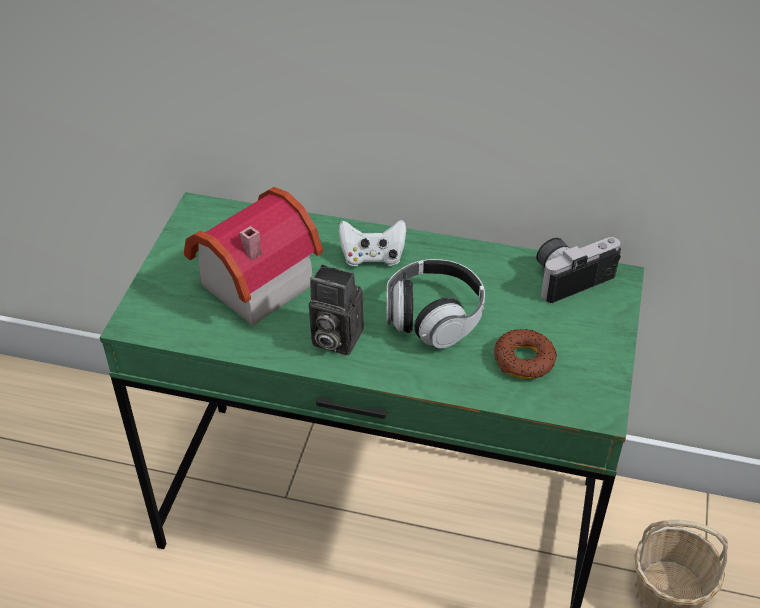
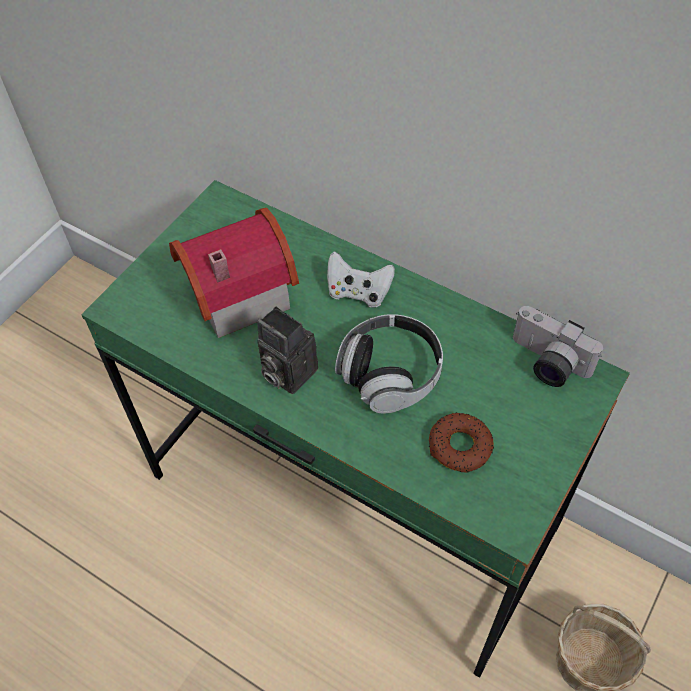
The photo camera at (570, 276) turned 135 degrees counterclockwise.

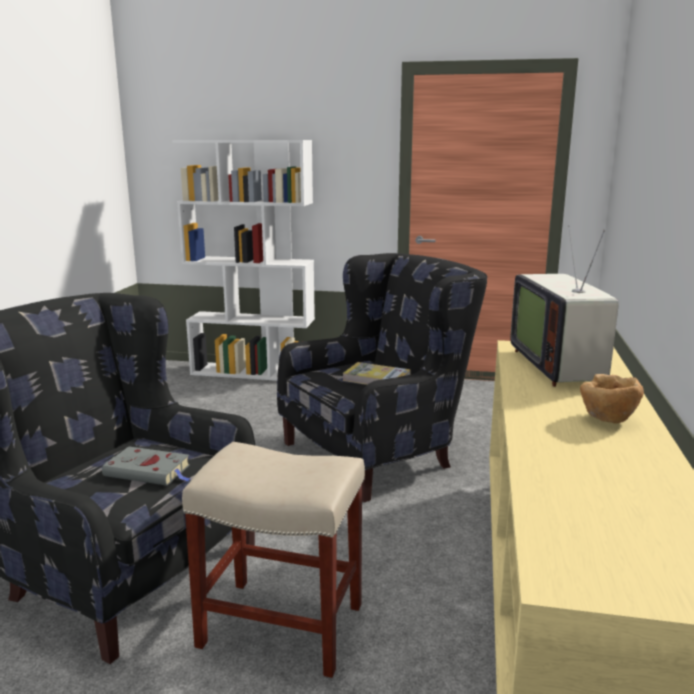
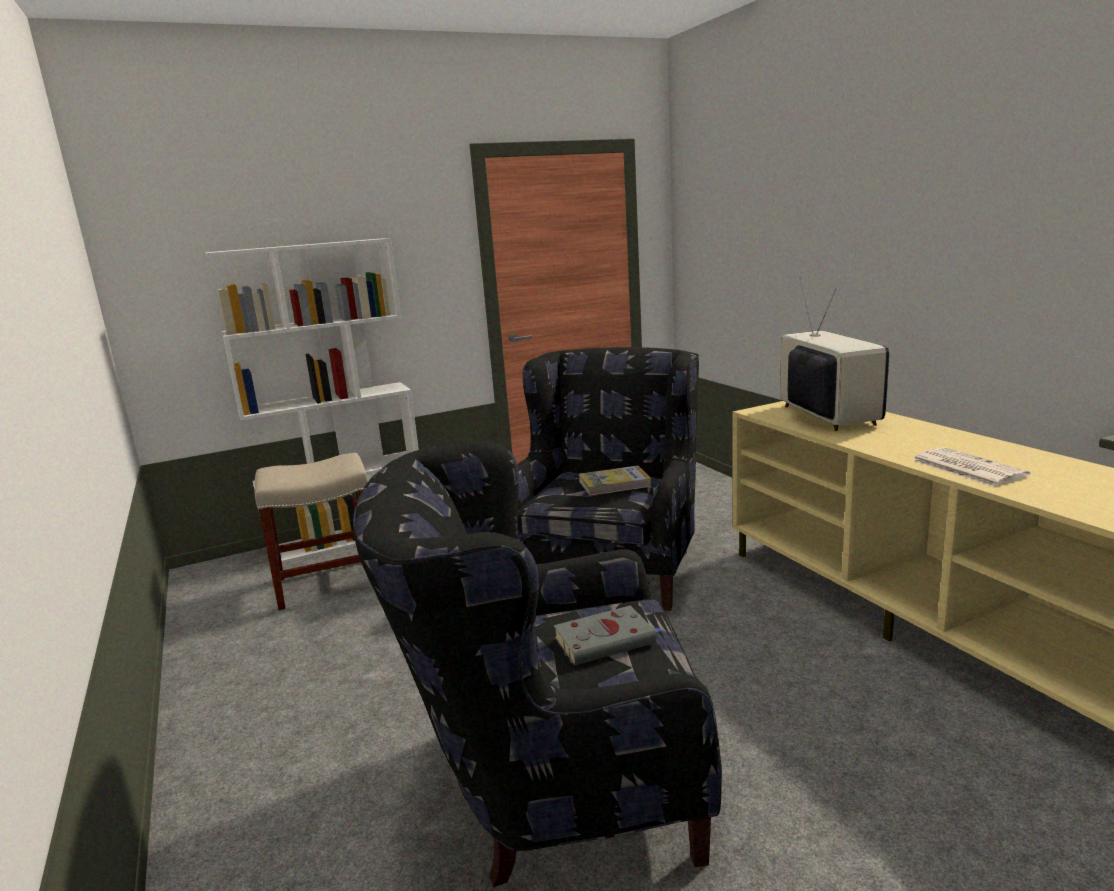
The beige stool moved from (284, 625) to (330, 582).
The television at (560, 366) turned 150 degrees counterclockwise.
The newspaper at (966, 468) appeared.
The brown bowl at (607, 420) disappeared.

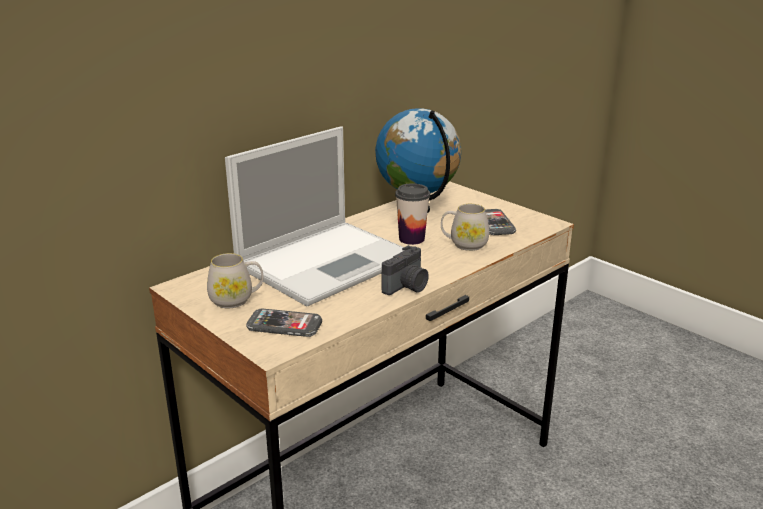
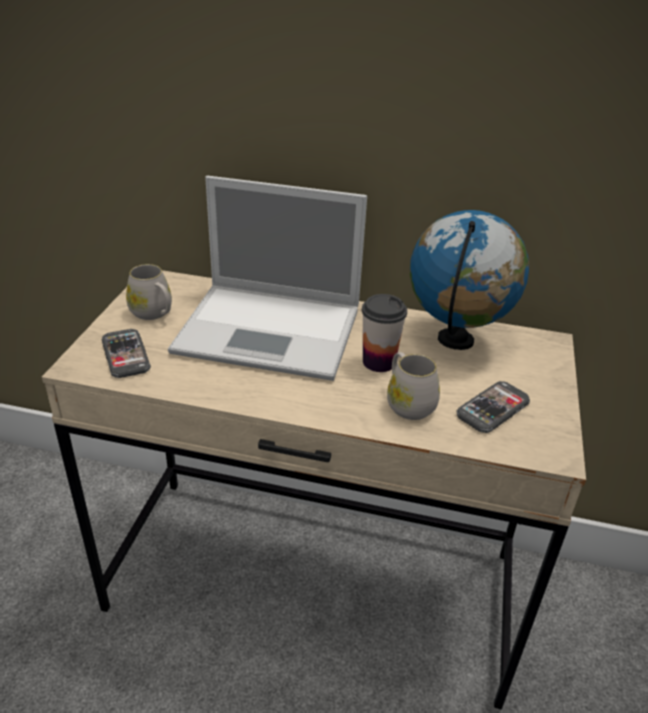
The photo camera at (407, 287) disappeared.

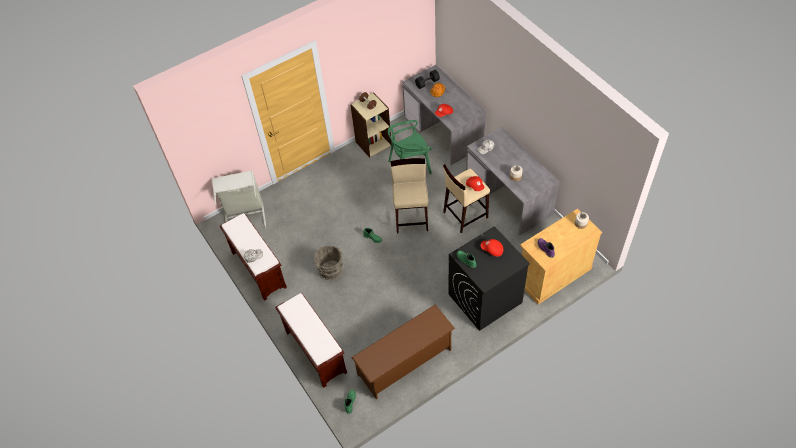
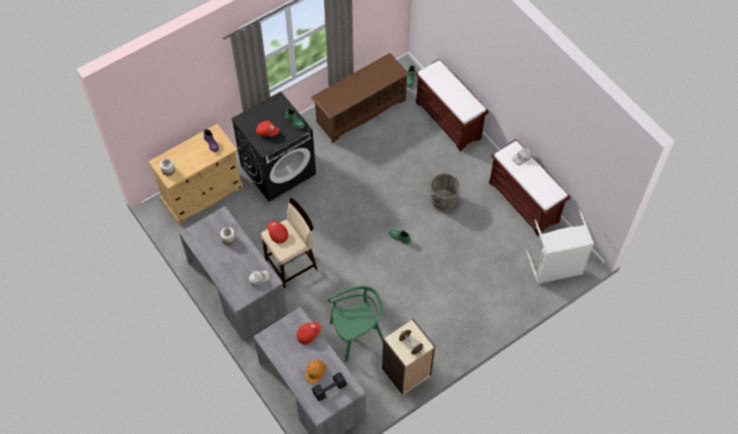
The beige stool at (411, 218) disappeared.

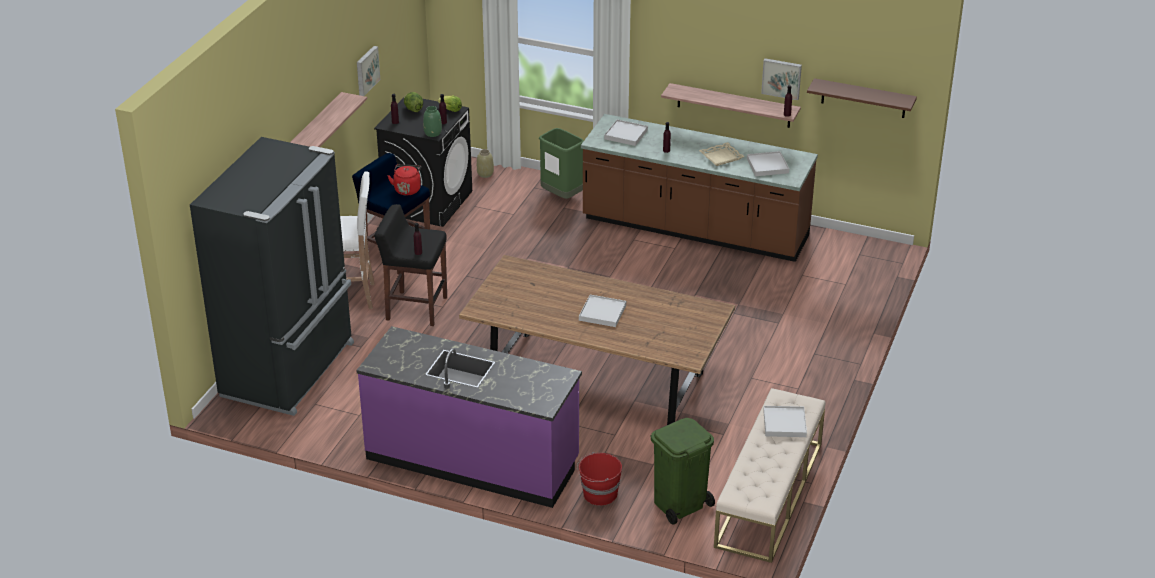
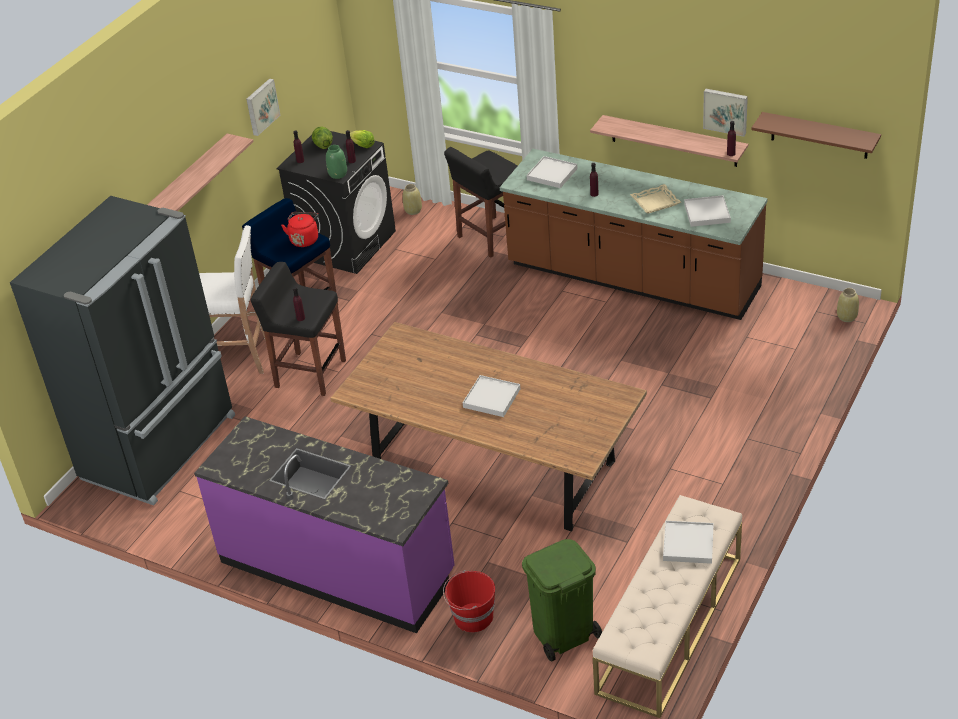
The green trash can at (561, 196) was replaced by the black stool at (491, 237).
The beige vase at (846, 317) appeared.

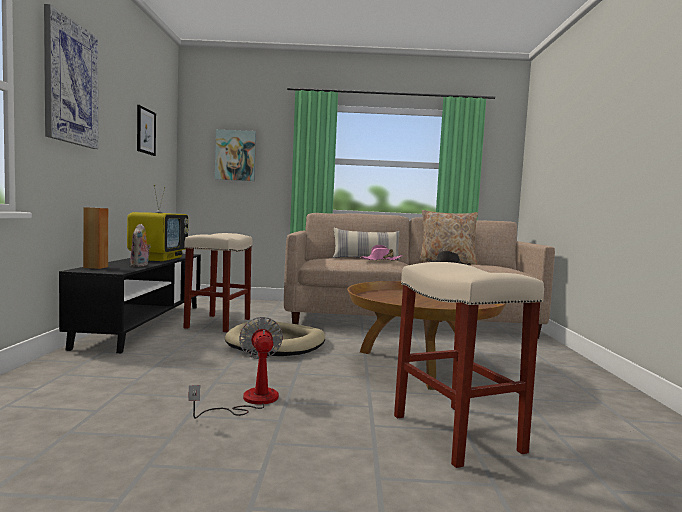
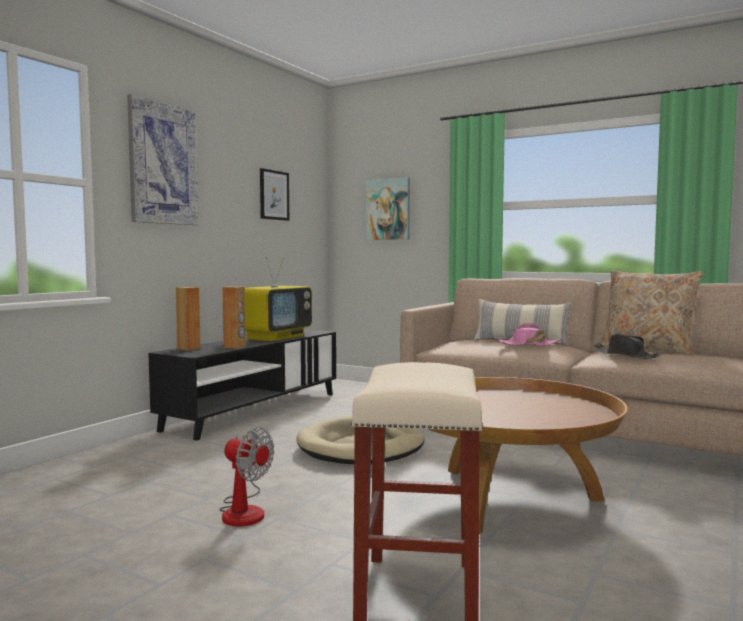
The fan at (250, 401) turned 105 degrees clockwise.
The plush toy at (140, 265) was replaced by the brown speaker at (235, 347).
The beige stool at (218, 323) disappeared.

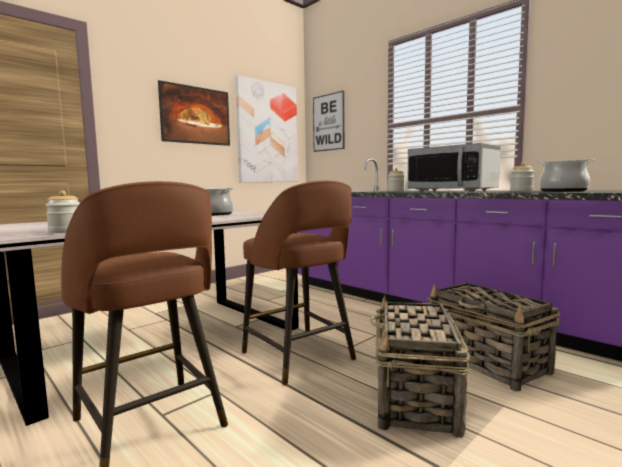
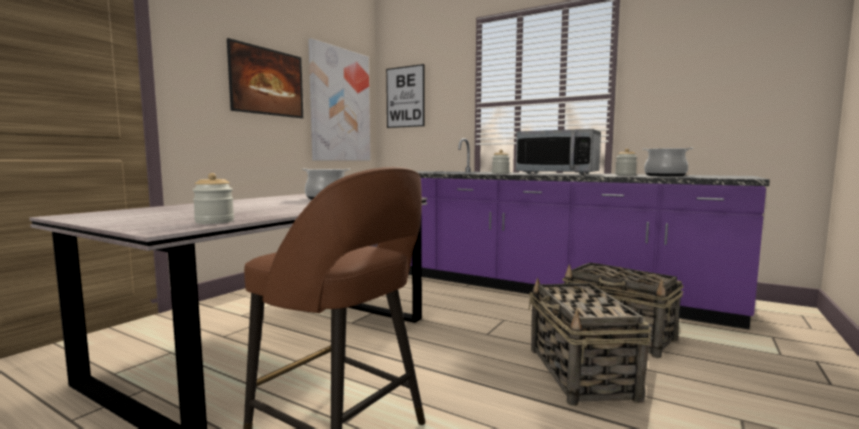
The brown stool at (299, 357) disappeared.

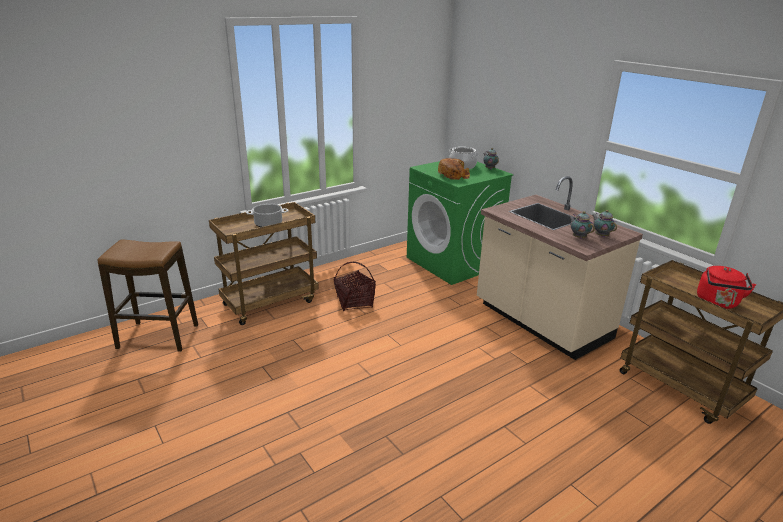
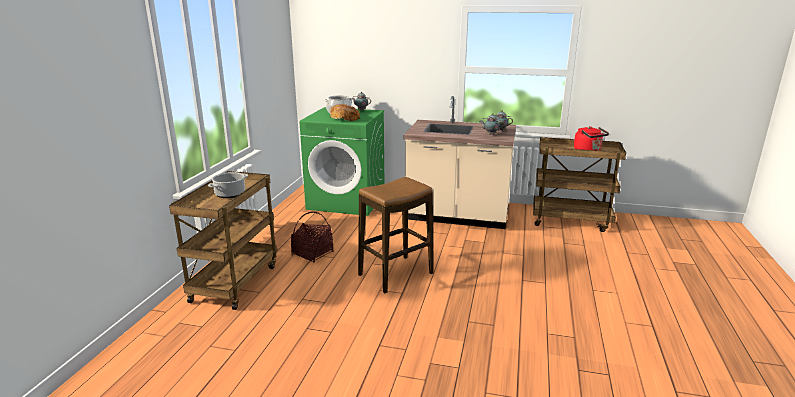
The stool moved from (158, 337) to (396, 274).

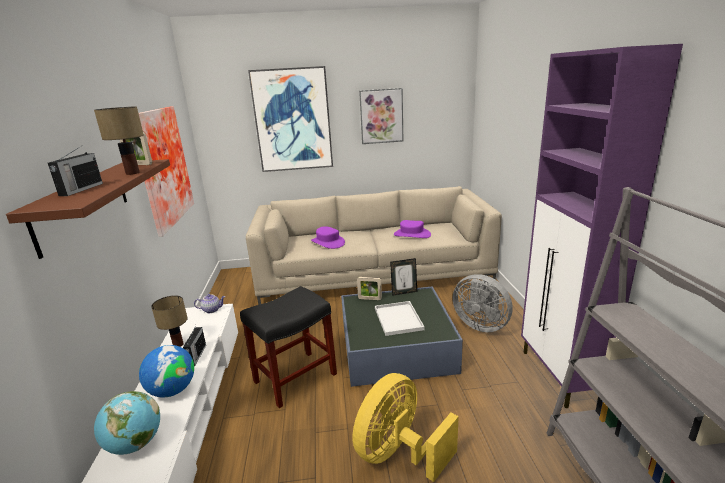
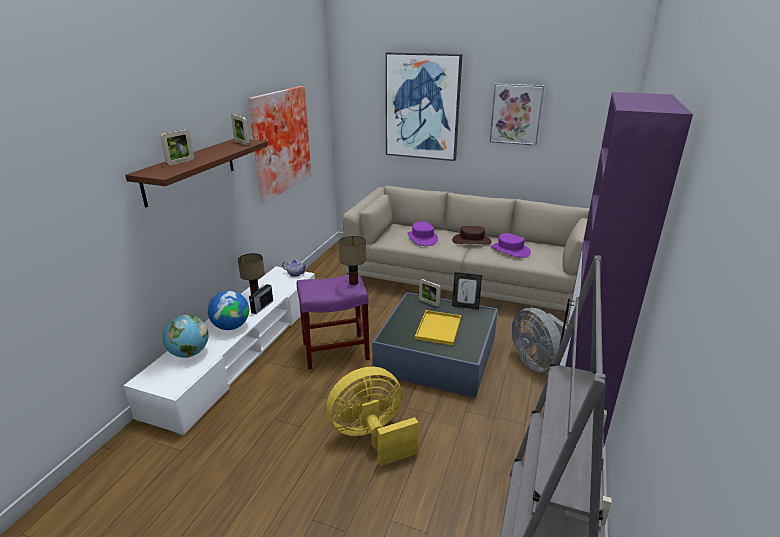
The radio at (80, 189) was replaced by the picture frame at (180, 162).
The black stool at (294, 378) became the purple stool at (334, 351).
The table lamp moved from (132, 173) to (353, 283).
The white tray at (397, 318) became the yellow tray at (438, 327).
The brown hat at (471, 241) appeared.

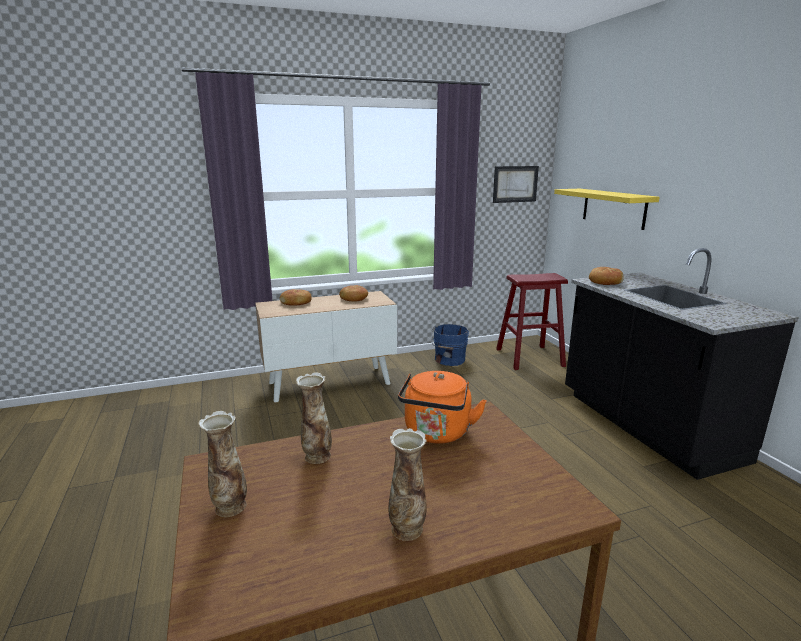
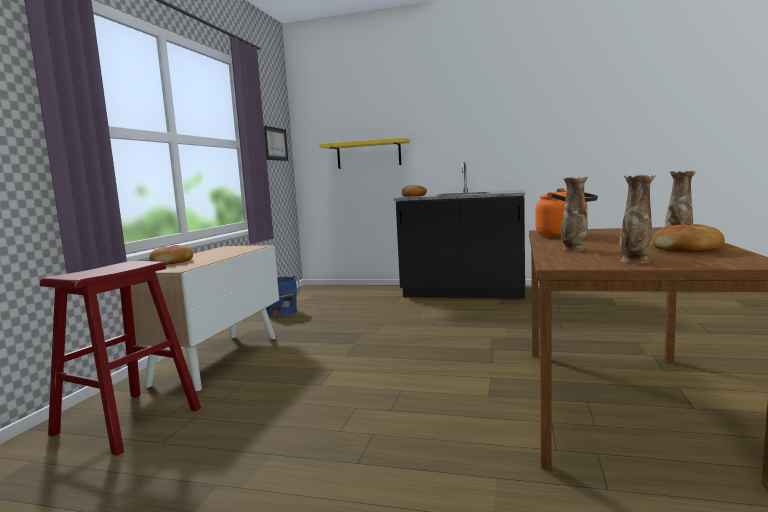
The red stool moved from (529, 357) to (128, 421).
The bread moved from (353, 298) to (688, 250).

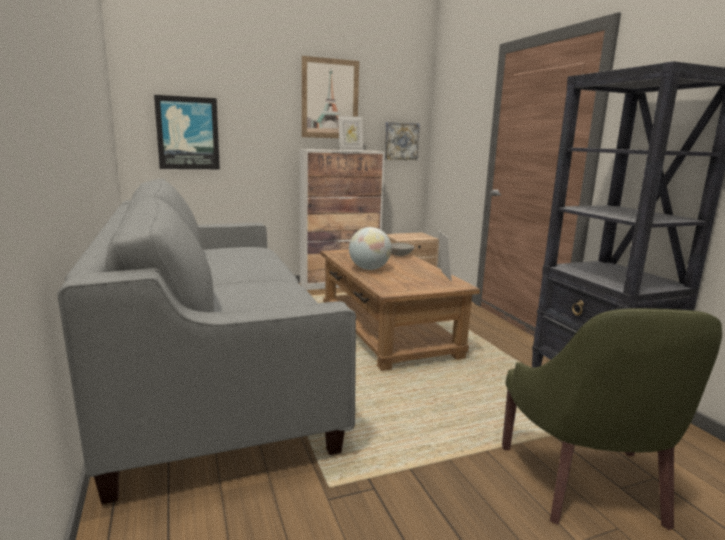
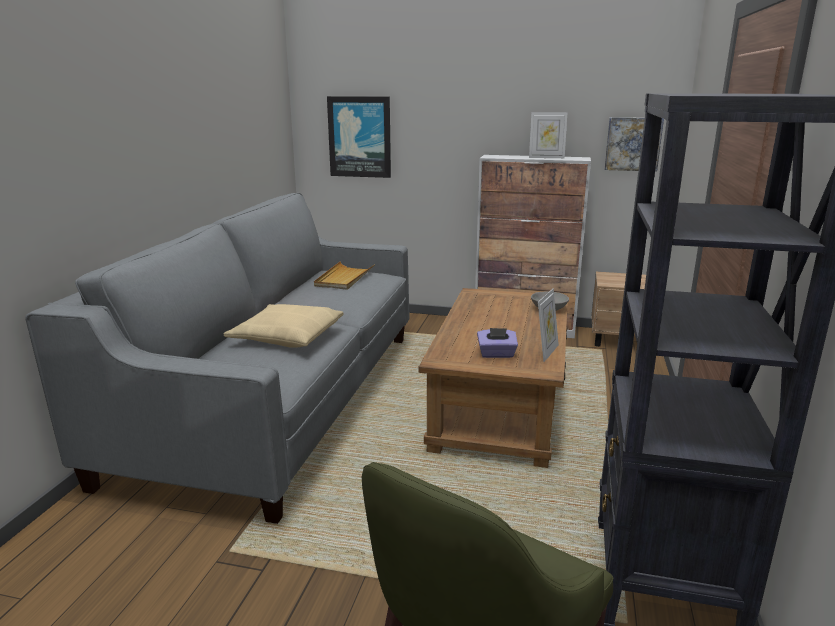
The beige pillow at (287, 336) appeared.
The beige tray at (344, 278) appeared.
The purple tissue box at (496, 354) appeared.
The picture at (330, 99) disappeared.
The globe at (369, 269) disappeared.

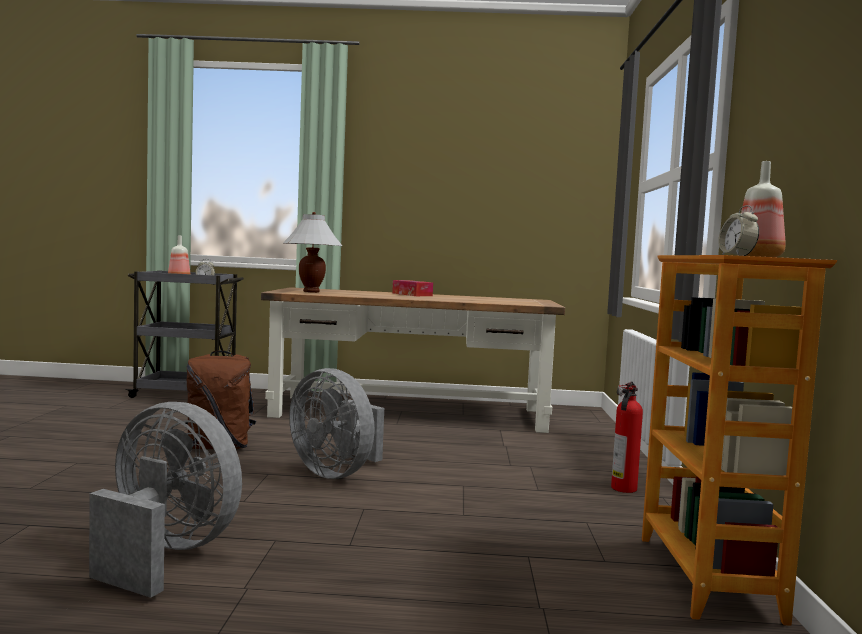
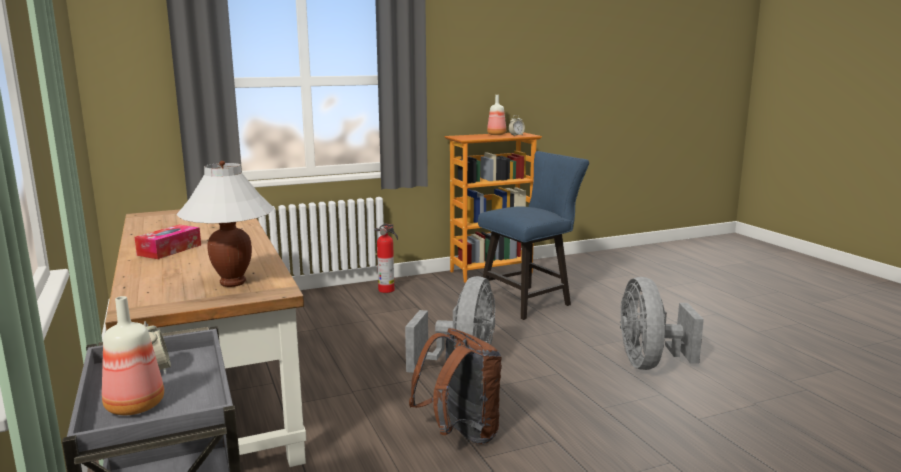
The blue chair at (530, 300) appeared.

